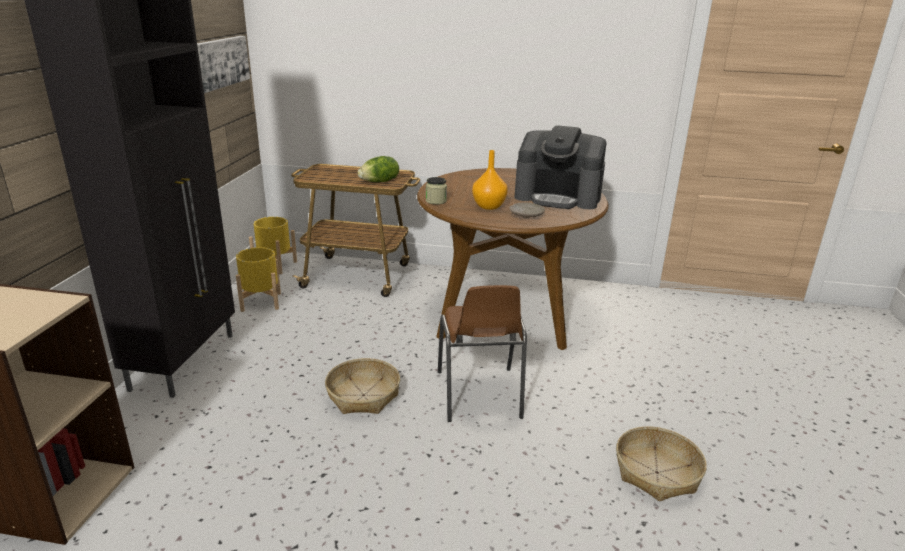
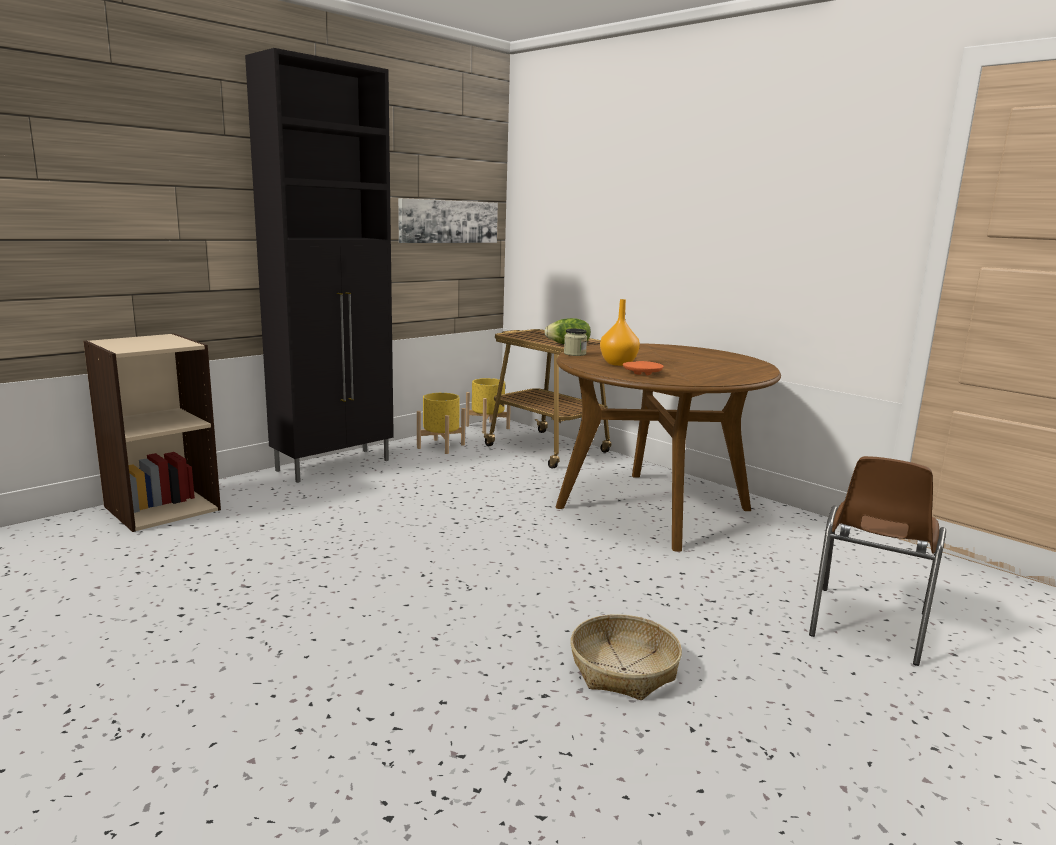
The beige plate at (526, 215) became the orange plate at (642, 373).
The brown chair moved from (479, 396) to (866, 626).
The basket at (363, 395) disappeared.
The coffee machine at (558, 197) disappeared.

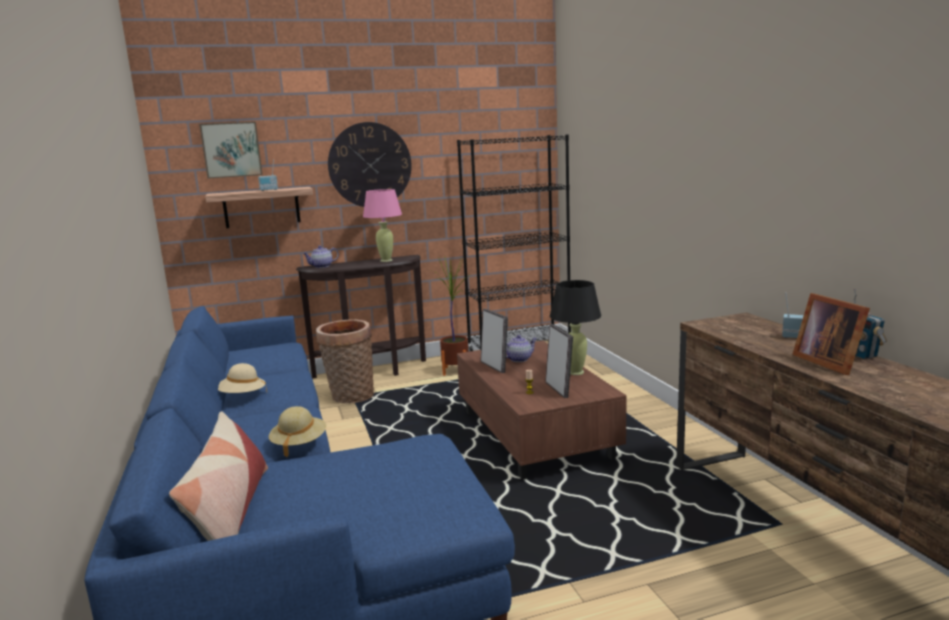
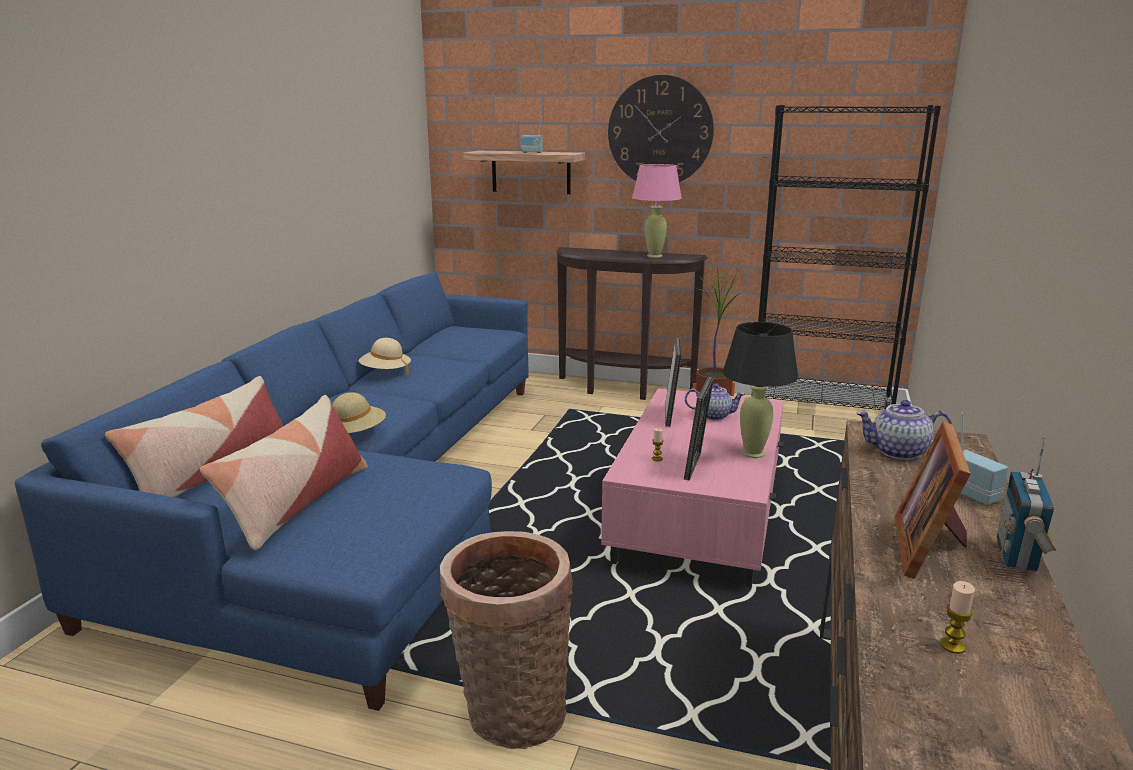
The pillow at (297, 503) appeared.
The basket moved from (350, 397) to (510, 712).
The brown coffee table at (534, 434) became the pink coffee table at (699, 517).
The teapot moved from (322, 266) to (898, 452).
The candle at (952, 646) appeared.
The picture at (231, 150) disappeared.

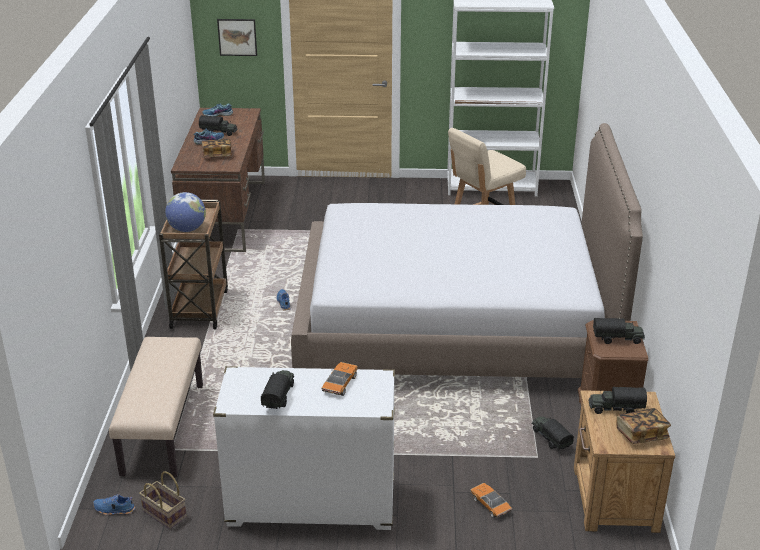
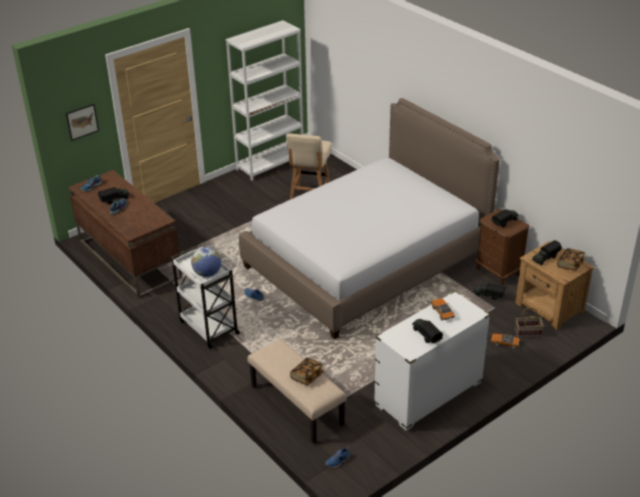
The brown cart at (199, 308) became the white cart at (208, 327).
The book moved from (217, 155) to (307, 376).
The basket moved from (163, 514) to (527, 333).

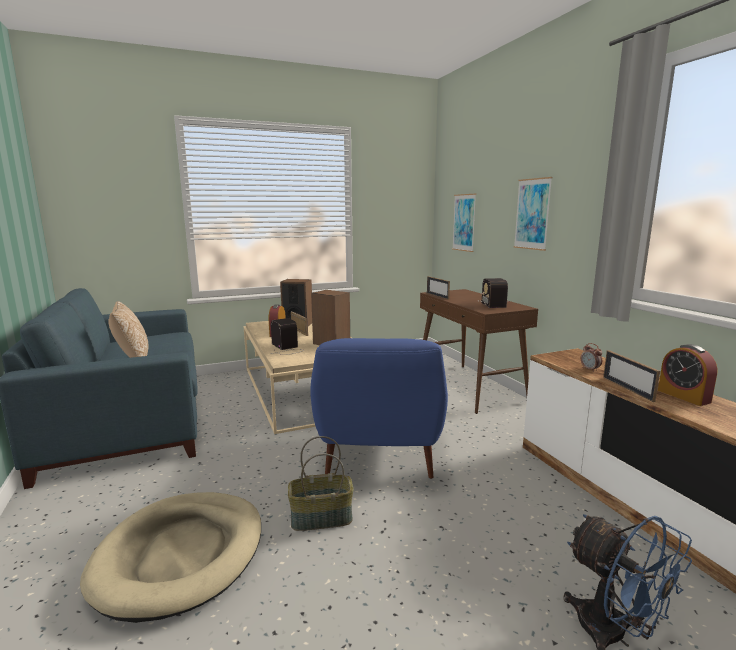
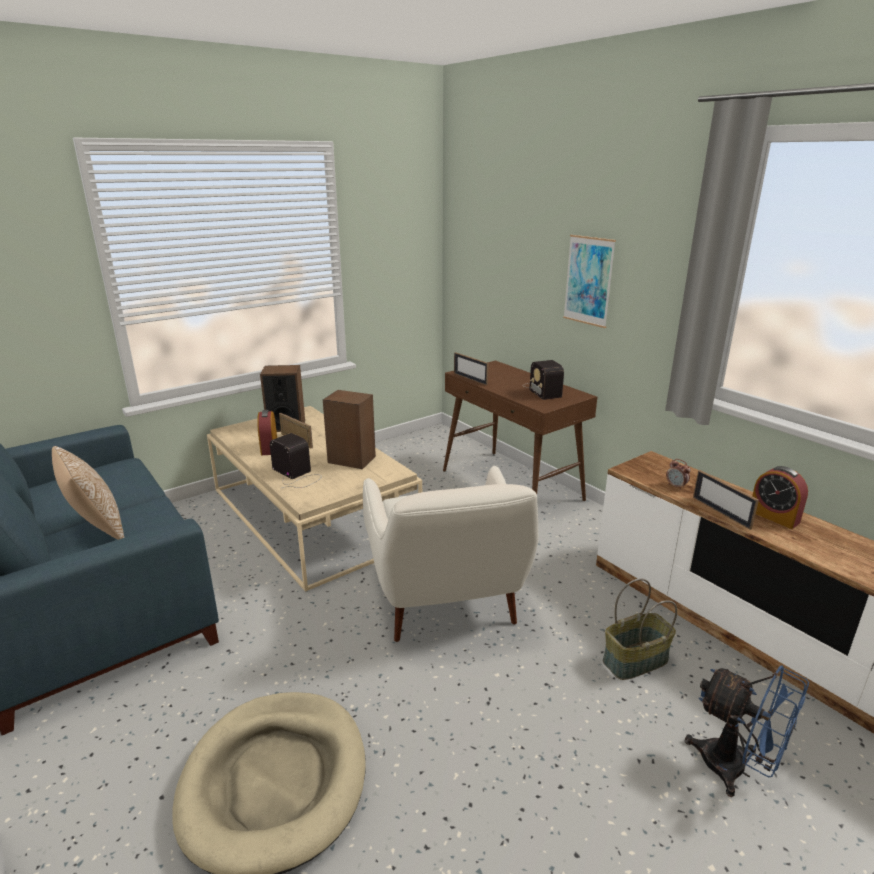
The blue armchair at (379, 455) became the white armchair at (446, 601).
The basket moved from (321, 519) to (635, 661).
The picture at (464, 222) disappeared.

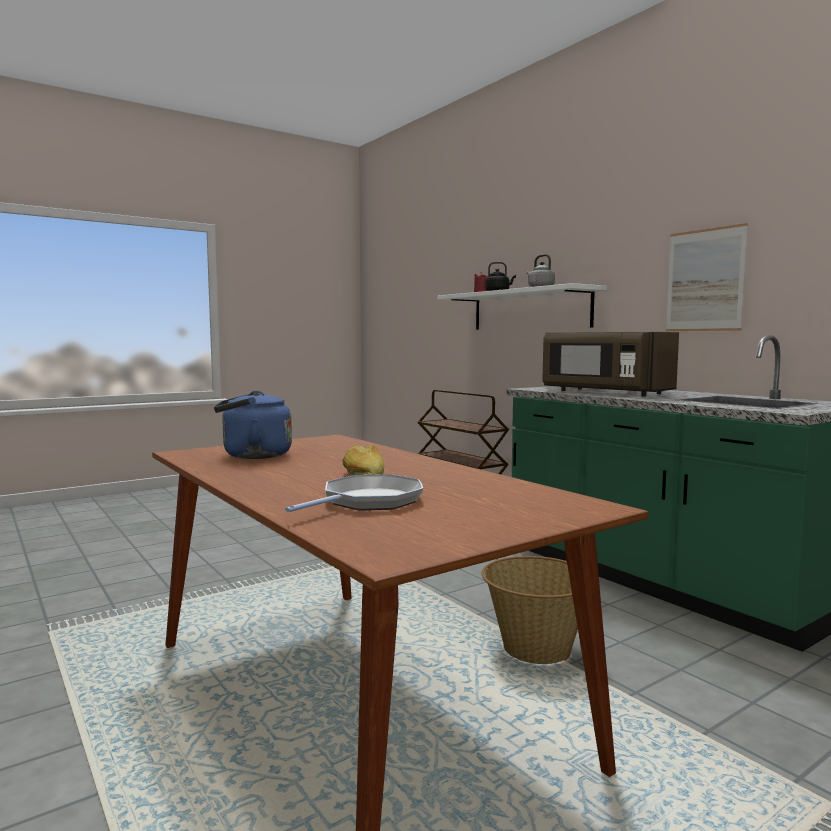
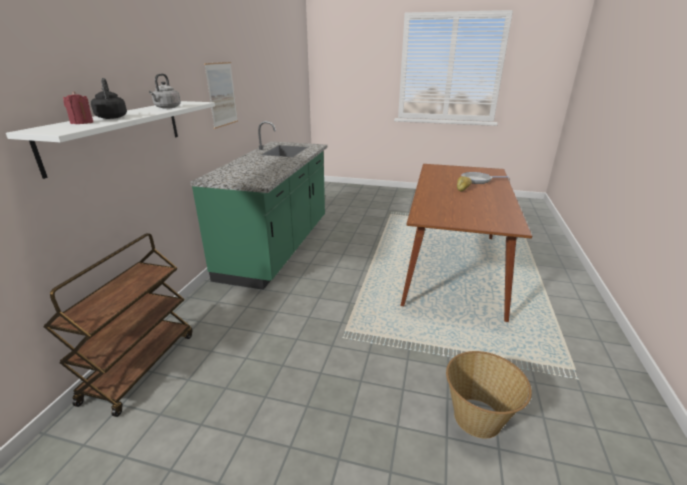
The basket moved from (535, 649) to (478, 418).
The blue kettle at (252, 456) disappeared.
The brown microwave at (604, 392) disappeared.

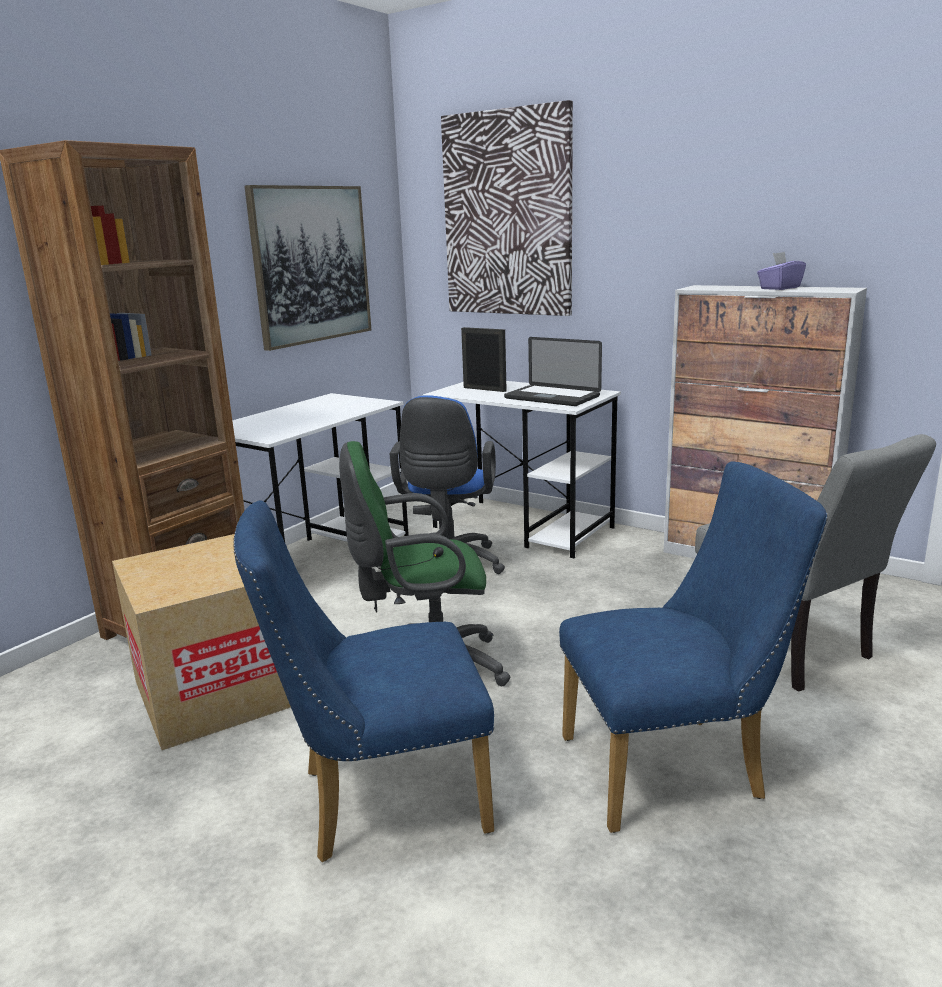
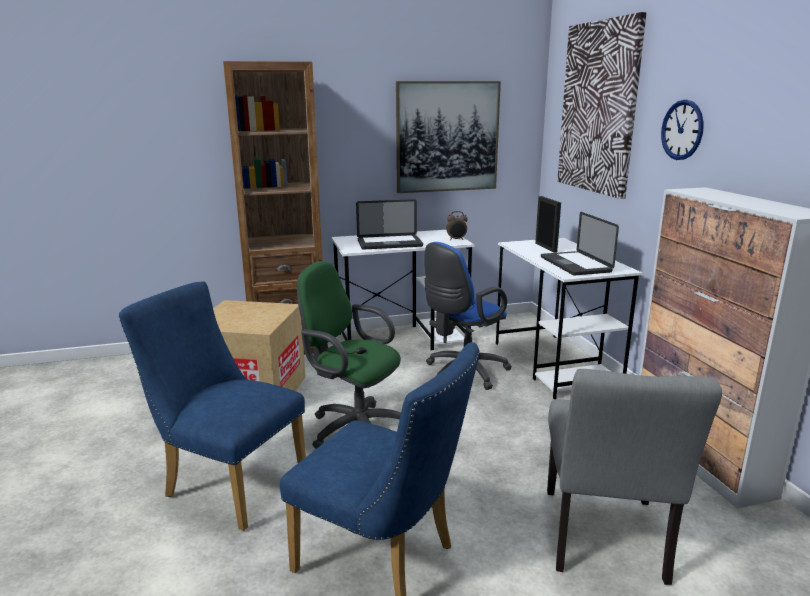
The laptop at (389, 243) appeared.
The alarm clock at (456, 239) appeared.
The wall clock at (682, 130) appeared.
The purple tissue box at (779, 288) disappeared.

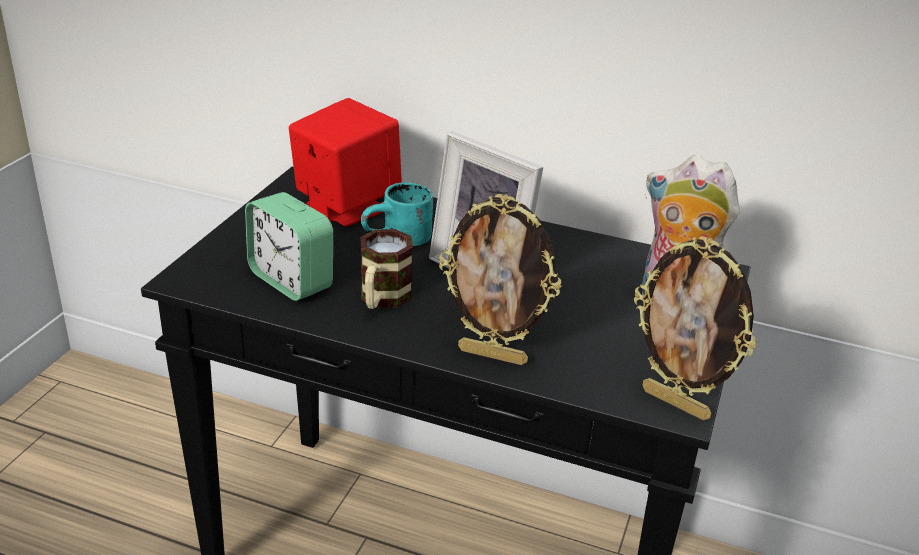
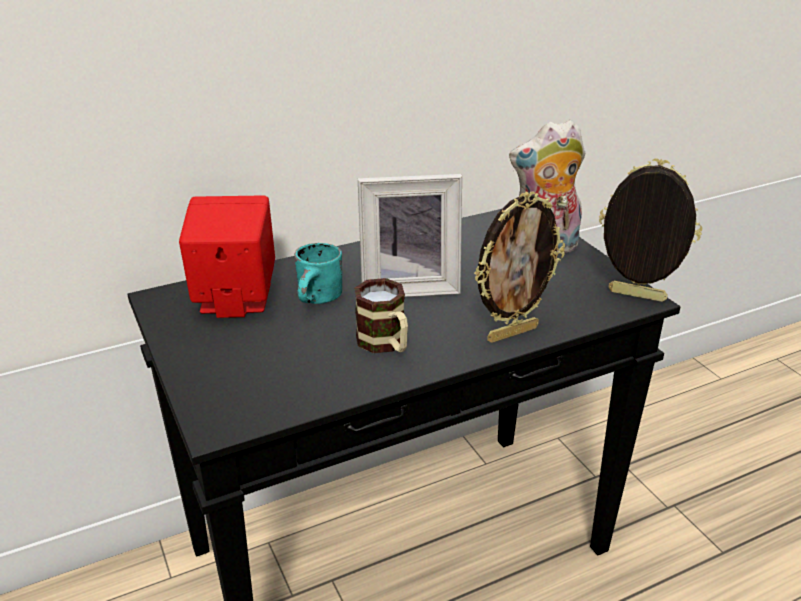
The picture frame at (676, 403) turned 150 degrees counterclockwise.
The alarm clock at (291, 280) disappeared.

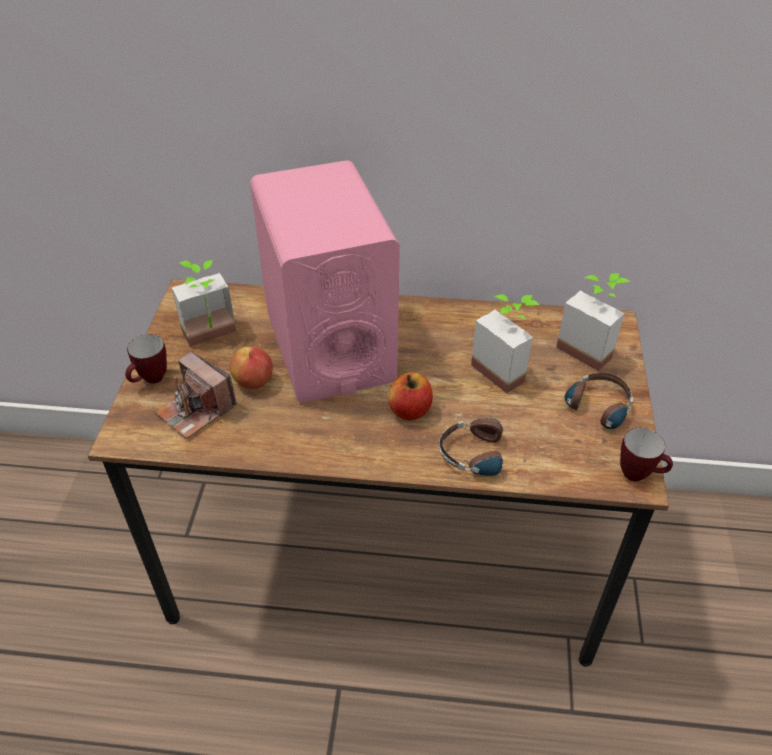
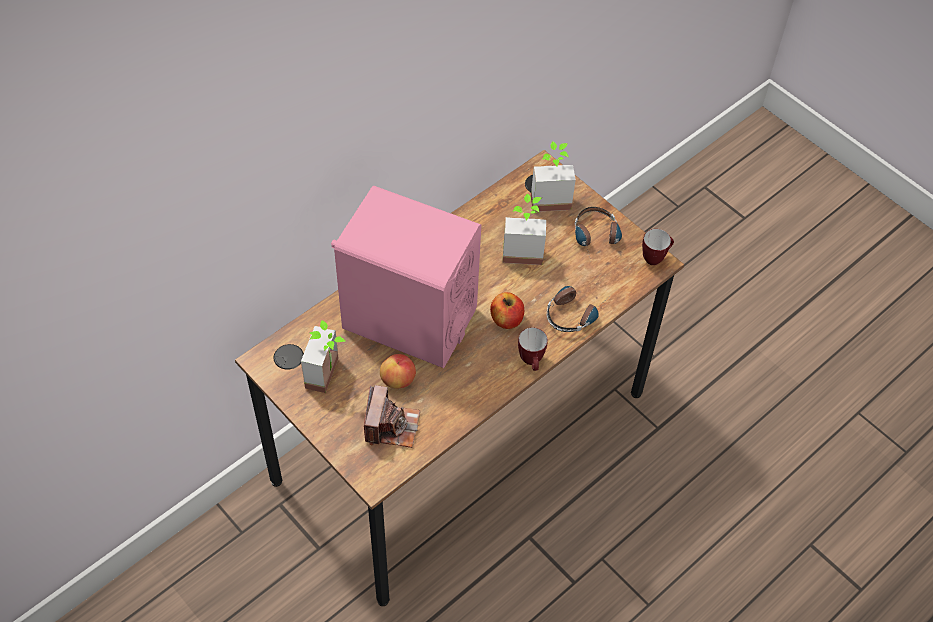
The photo camera at (196, 410) turned 75 degrees counterclockwise.
The mug moved from (151, 380) to (532, 362).

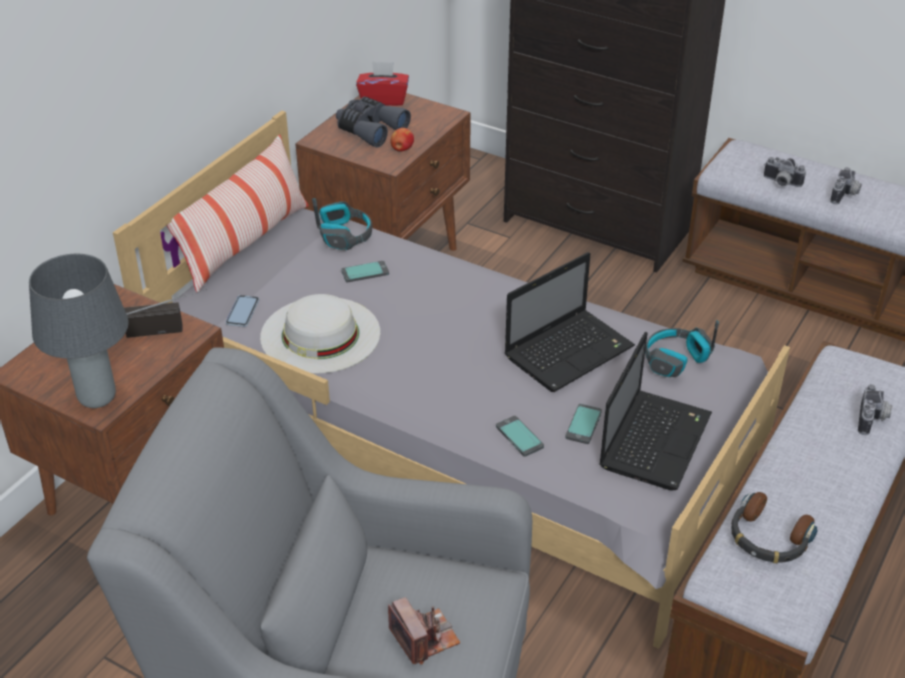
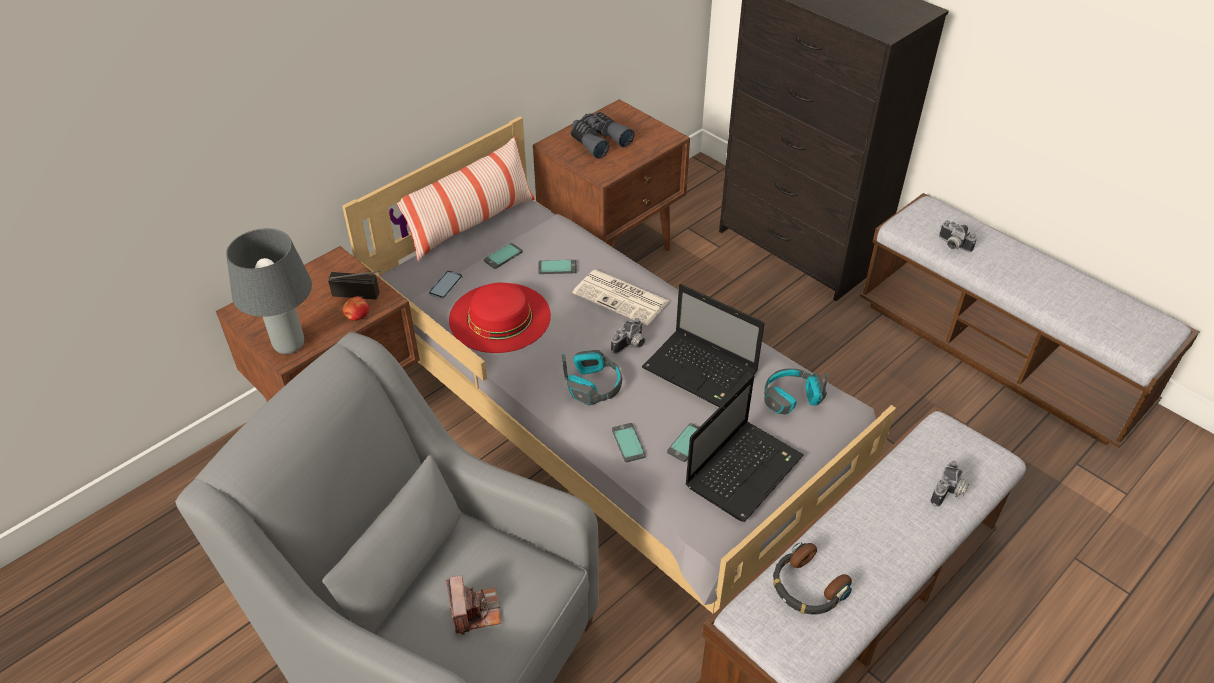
The apple moved from (402, 149) to (357, 317).
The white hat at (320, 334) became the red hat at (499, 317).
The phone at (503, 256) appeared.
The headphones moved from (344, 235) to (593, 385).
The newspaper at (622, 297) appeared.
The photo camera moved from (845, 195) to (630, 345).
The laptop at (570, 351) turned 60 degrees clockwise.
The red tissue box at (383, 99) disappeared.

